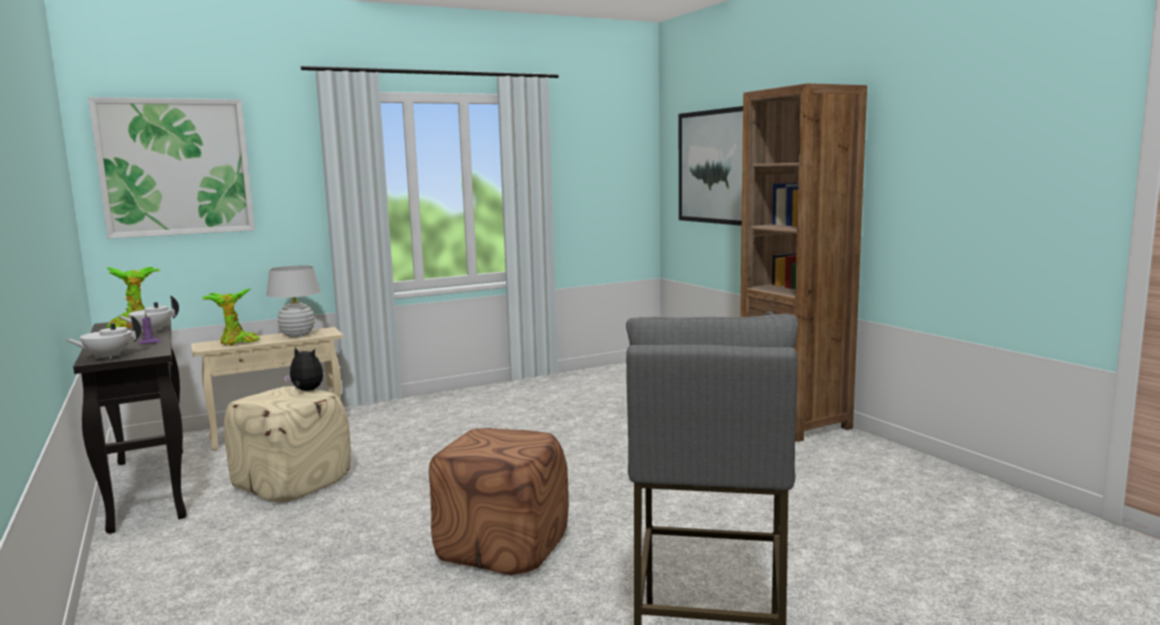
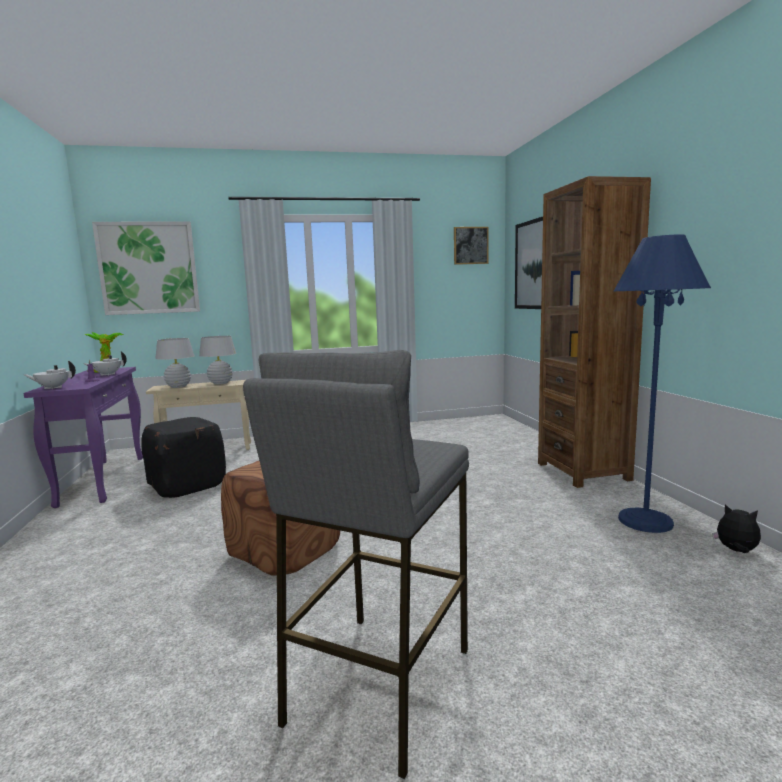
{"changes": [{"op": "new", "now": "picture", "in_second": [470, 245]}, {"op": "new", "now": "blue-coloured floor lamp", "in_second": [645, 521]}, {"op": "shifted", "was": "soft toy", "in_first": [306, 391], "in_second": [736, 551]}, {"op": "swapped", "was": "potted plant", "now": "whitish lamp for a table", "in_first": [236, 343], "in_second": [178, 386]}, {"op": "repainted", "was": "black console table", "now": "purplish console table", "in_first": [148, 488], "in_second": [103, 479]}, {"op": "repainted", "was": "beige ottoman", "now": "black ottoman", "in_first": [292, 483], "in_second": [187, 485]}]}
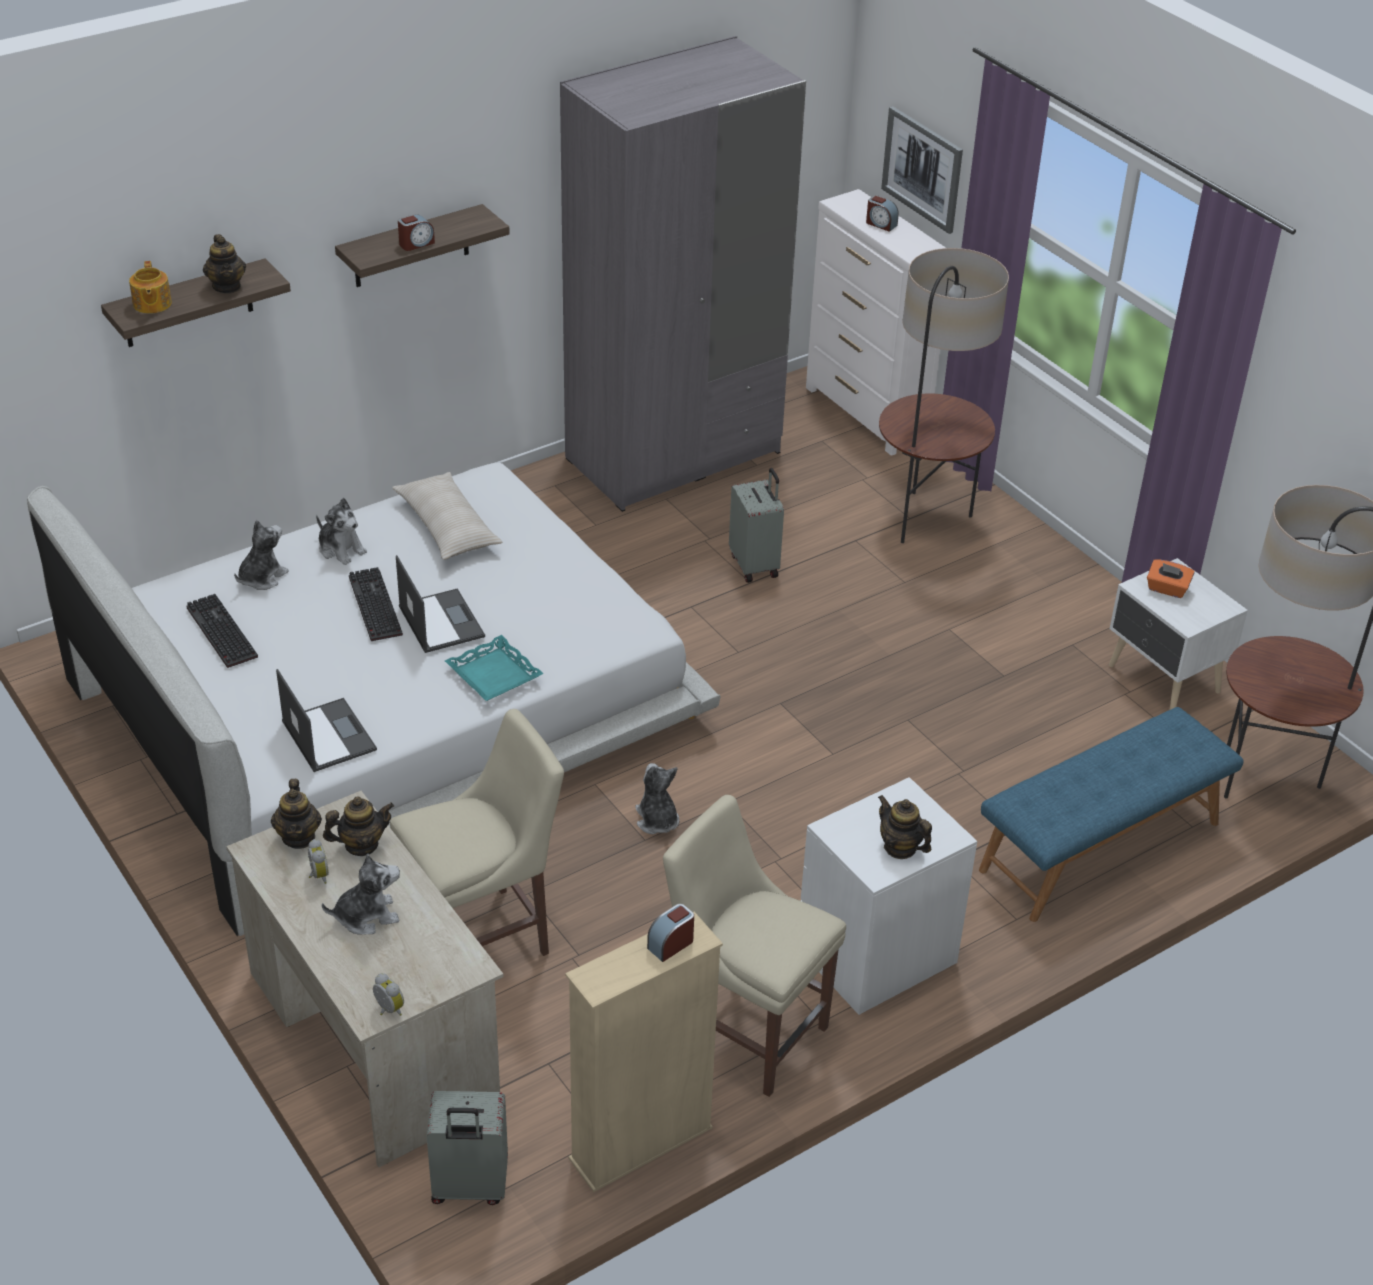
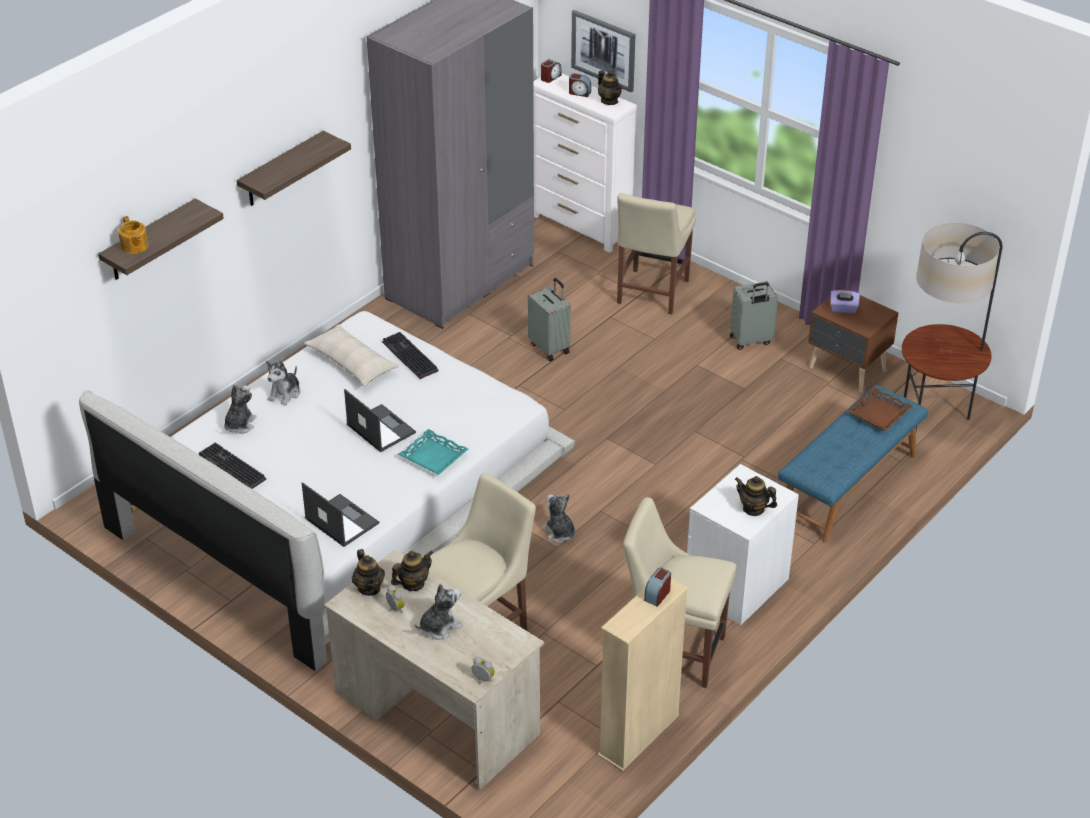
{"changes": [{"op": "new", "now": "brown carrying tray", "in_second": [879, 413]}, {"op": "shifted", "was": "teapot", "in_first": [227, 286], "in_second": [609, 101]}, {"op": "shifted", "was": "keyboard", "in_first": [372, 605], "in_second": [408, 356]}, {"op": "shifted", "was": "alarm clock", "in_first": [416, 244], "in_second": [550, 77]}, {"op": "shifted", "was": "greyish travel case", "in_first": [469, 1187], "in_second": [751, 341]}, {"op": "swapped", "was": "floor lamp", "now": "beige upright chair", "in_first": [924, 520], "in_second": [651, 294]}, {"op": "repainted", "was": "whitish night table", "now": "brown night table", "in_first": [1163, 681], "in_second": [847, 370]}, {"op": "repainted", "was": "orange-coloured box of tissues", "now": "purplish box of tissues", "in_first": [1167, 589], "in_second": [843, 309]}, {"op": "rotated", "was": "soft toy", "in_first": [341, 549], "in_second": [285, 394], "clockwise": 90}]}
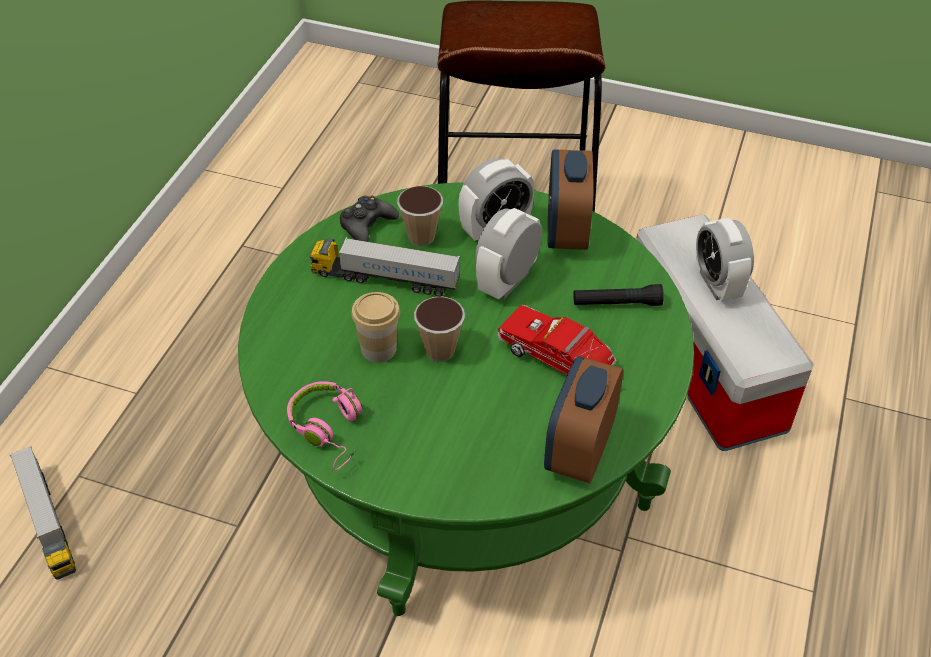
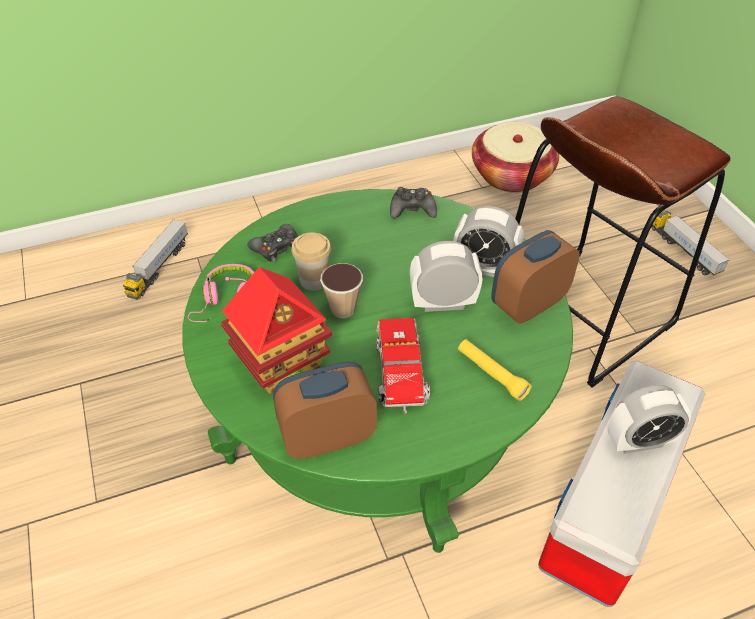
{"changes": [{"op": "gone", "was": "drinking cup", "in_first": [421, 237]}, {"op": "new", "now": "miniature house", "in_second": [281, 362]}, {"op": "new", "now": "black gamepad", "in_second": [276, 248]}, {"op": "new", "now": "basket", "in_second": [511, 175]}, {"op": "shifted", "was": "model truck", "in_first": [385, 279], "in_second": [682, 250]}, {"op": "repainted", "was": "black hand torch", "now": "yellow hand torch", "in_first": [616, 303], "in_second": [491, 374]}, {"op": "rotated", "was": "alarm clock", "in_first": [717, 284], "in_second": [639, 441], "clockwise": -135}]}
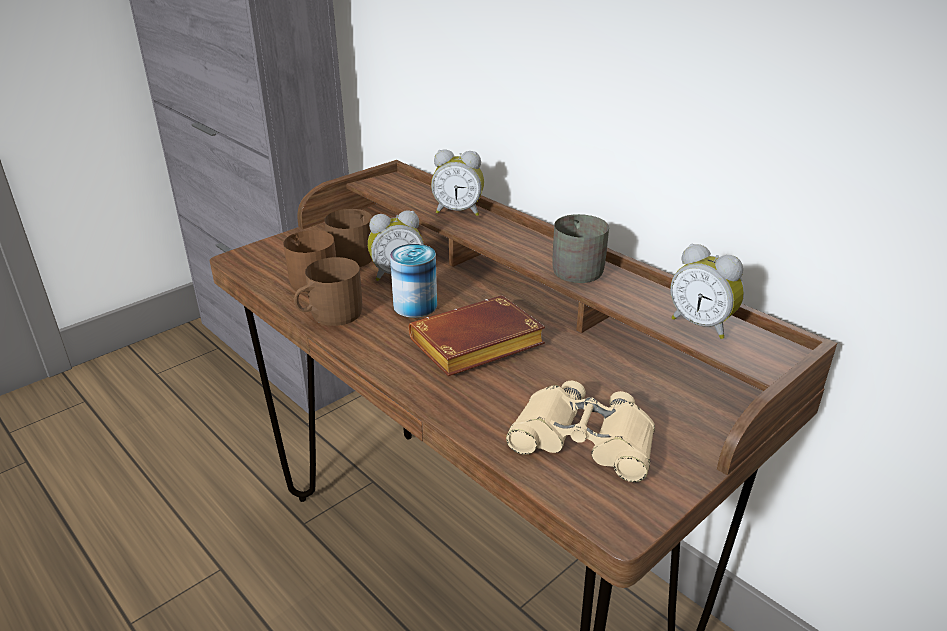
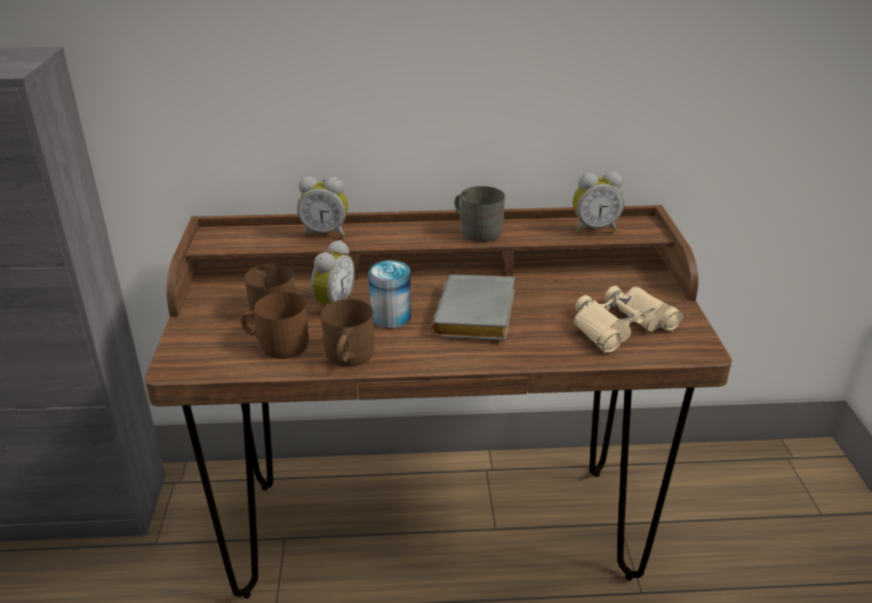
{"changes": [{"op": "repainted", "was": "brown book", "now": "greyish book", "in_first": [475, 347], "in_second": [478, 317]}, {"op": "rotated", "was": "alarm clock", "in_first": [458, 211], "in_second": [325, 233], "clockwise": 45}]}
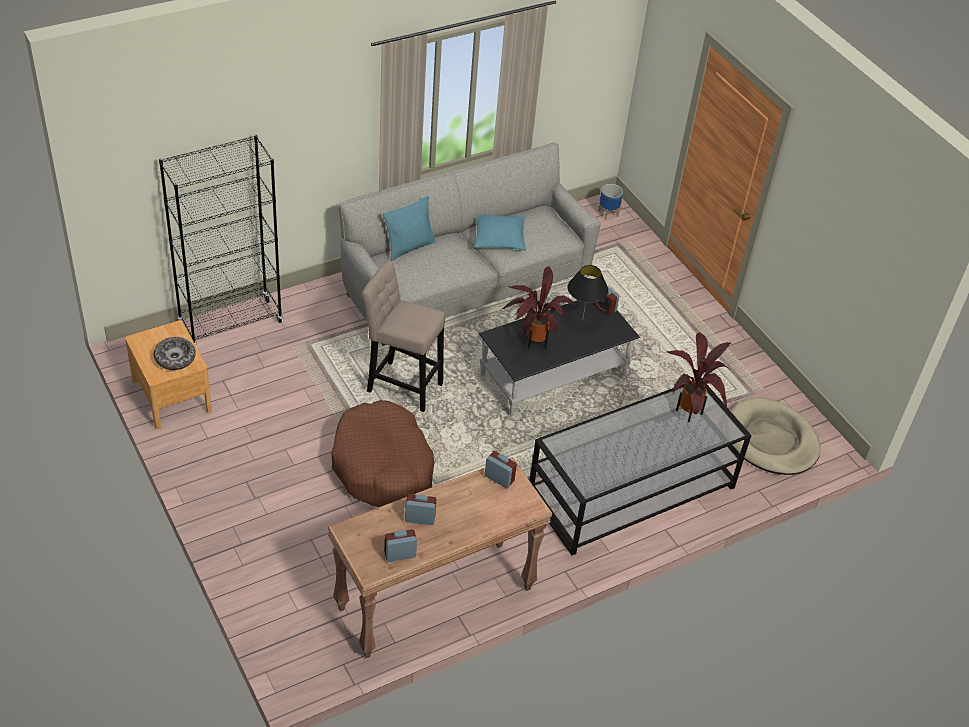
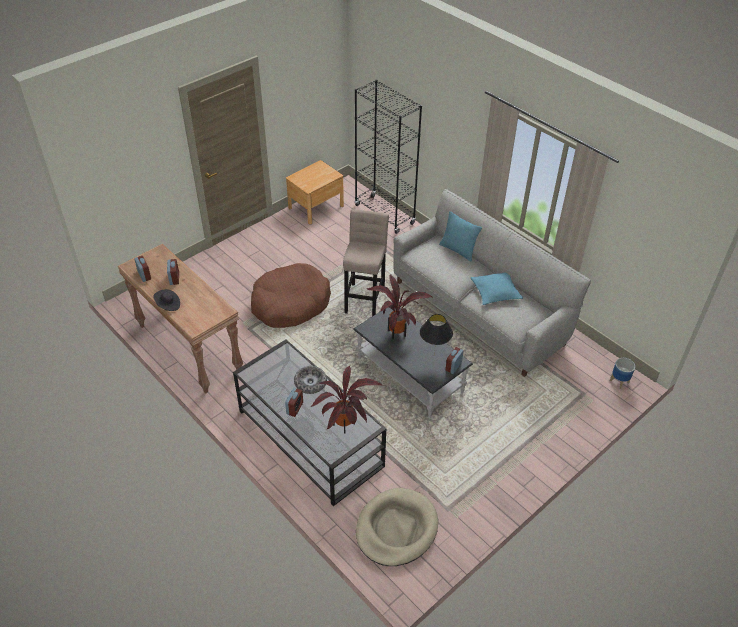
{"changes": [{"op": "new", "now": "black wearable hat", "in_second": [168, 305]}, {"op": "shifted", "was": "serving bowl", "in_first": [175, 358], "in_second": [310, 383]}, {"op": "shifted", "was": "alarm clock", "in_first": [499, 478], "in_second": [294, 408]}]}
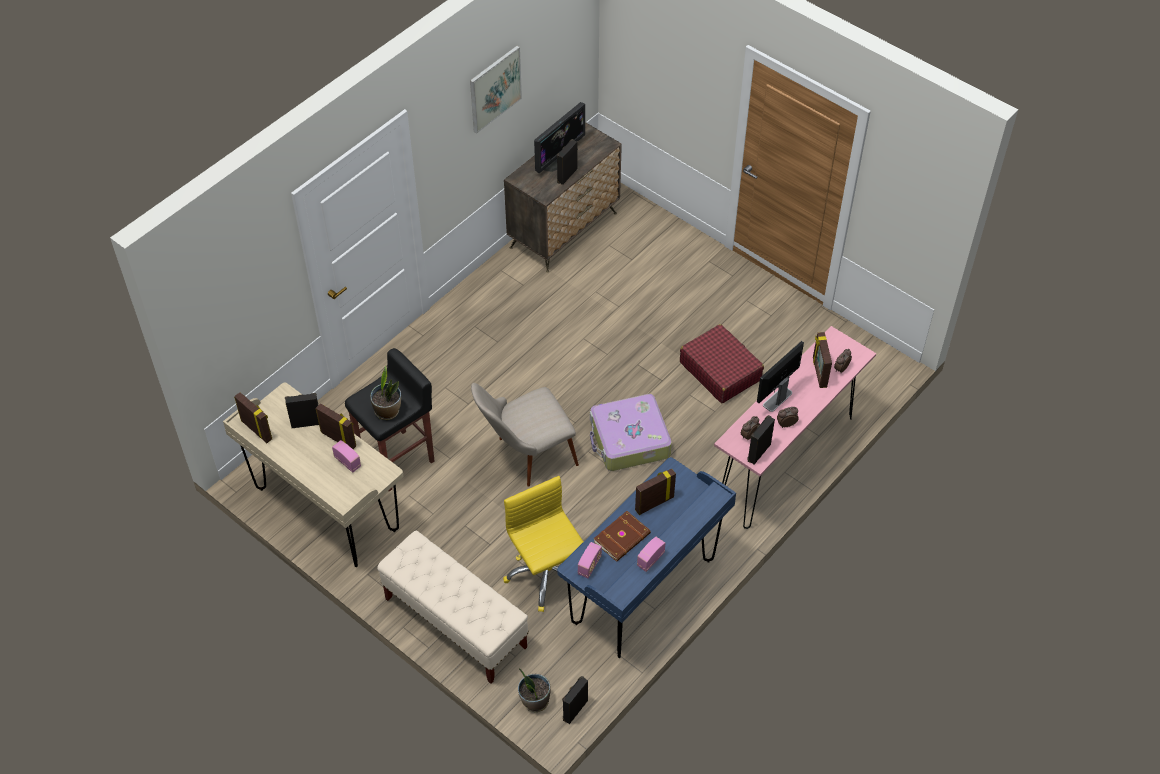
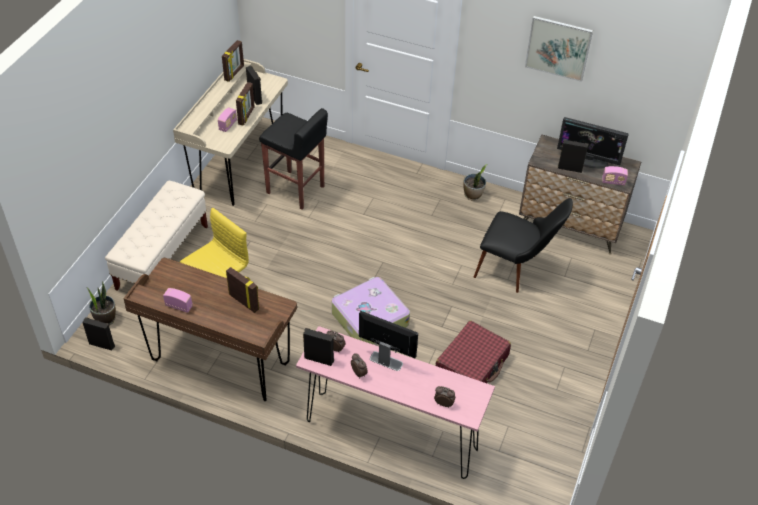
{"changes": [{"op": "gone", "was": "beige upright chair", "in_first": [525, 457]}, {"op": "gone", "was": "brown book", "in_first": [623, 538]}, {"op": "gone", "was": "standing frame", "in_first": [819, 372]}, {"op": "new", "now": "black upright chair", "in_second": [516, 270]}, {"op": "shifted", "was": "potted plant", "in_first": [387, 411], "in_second": [473, 195]}, {"op": "shifted", "was": "radio receiver", "in_first": [589, 565], "in_second": [613, 182]}, {"op": "repainted", "was": "blue-coloured desk table", "now": "brown desk table", "in_first": [644, 593], "in_second": [220, 363]}]}
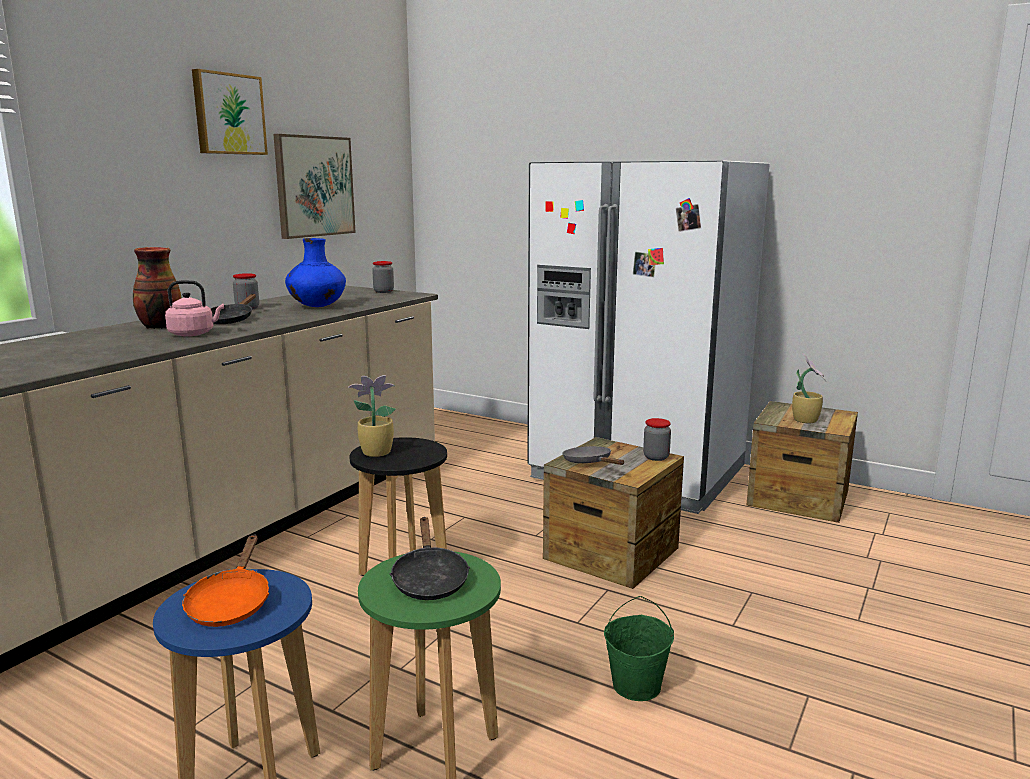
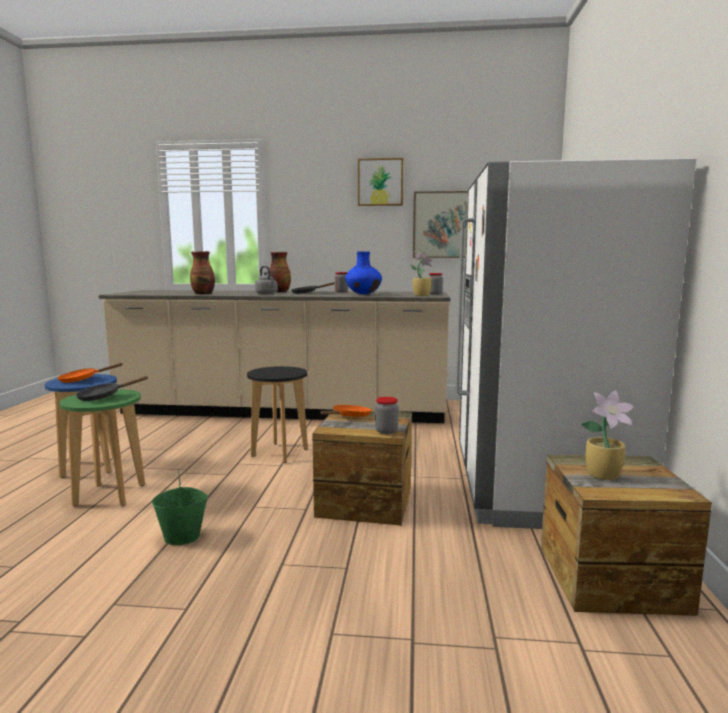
{"changes": [{"op": "new", "now": "vase", "in_second": [203, 294]}, {"op": "shifted", "was": "potted plant", "in_first": [375, 452], "in_second": [421, 295]}, {"op": "repainted", "was": "pink-coloured kettle", "now": "greyish kettle", "in_first": [194, 334], "in_second": [267, 294]}, {"op": "repainted", "was": "greyish pan", "now": "orange-coloured pan", "in_first": [590, 463], "in_second": [349, 417]}]}
